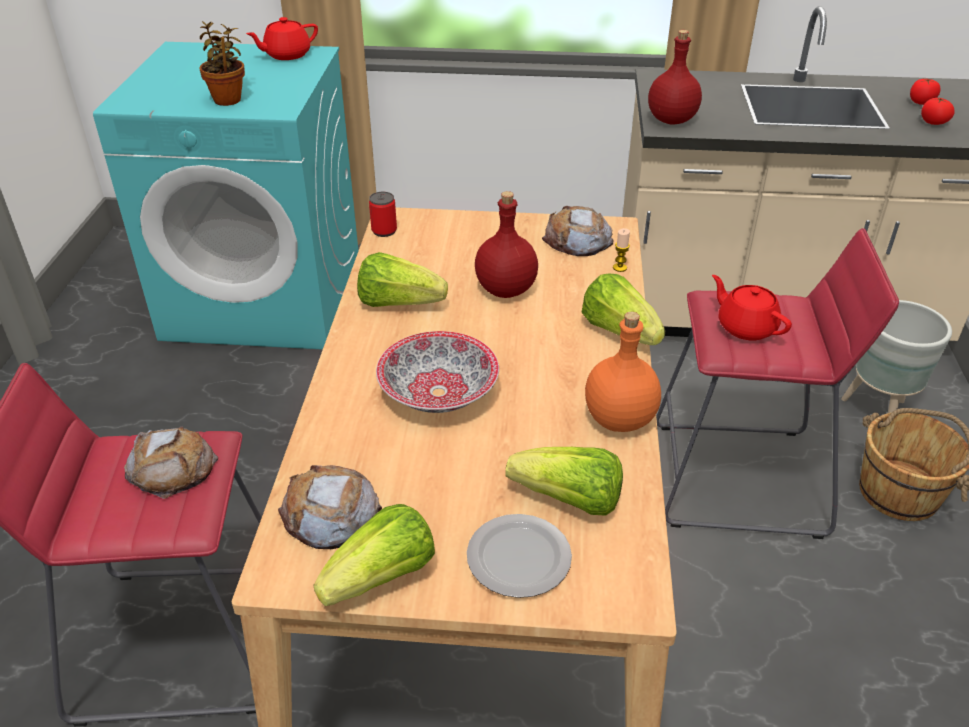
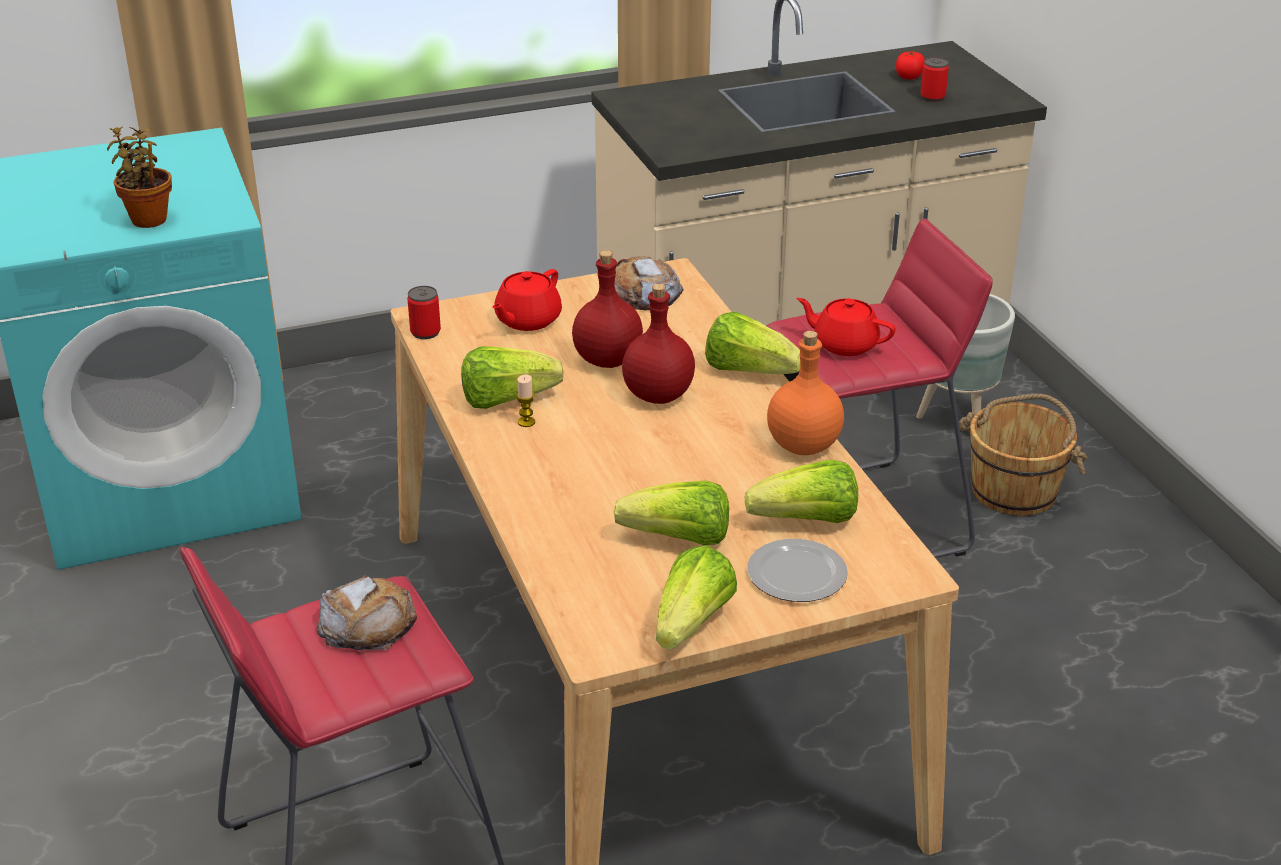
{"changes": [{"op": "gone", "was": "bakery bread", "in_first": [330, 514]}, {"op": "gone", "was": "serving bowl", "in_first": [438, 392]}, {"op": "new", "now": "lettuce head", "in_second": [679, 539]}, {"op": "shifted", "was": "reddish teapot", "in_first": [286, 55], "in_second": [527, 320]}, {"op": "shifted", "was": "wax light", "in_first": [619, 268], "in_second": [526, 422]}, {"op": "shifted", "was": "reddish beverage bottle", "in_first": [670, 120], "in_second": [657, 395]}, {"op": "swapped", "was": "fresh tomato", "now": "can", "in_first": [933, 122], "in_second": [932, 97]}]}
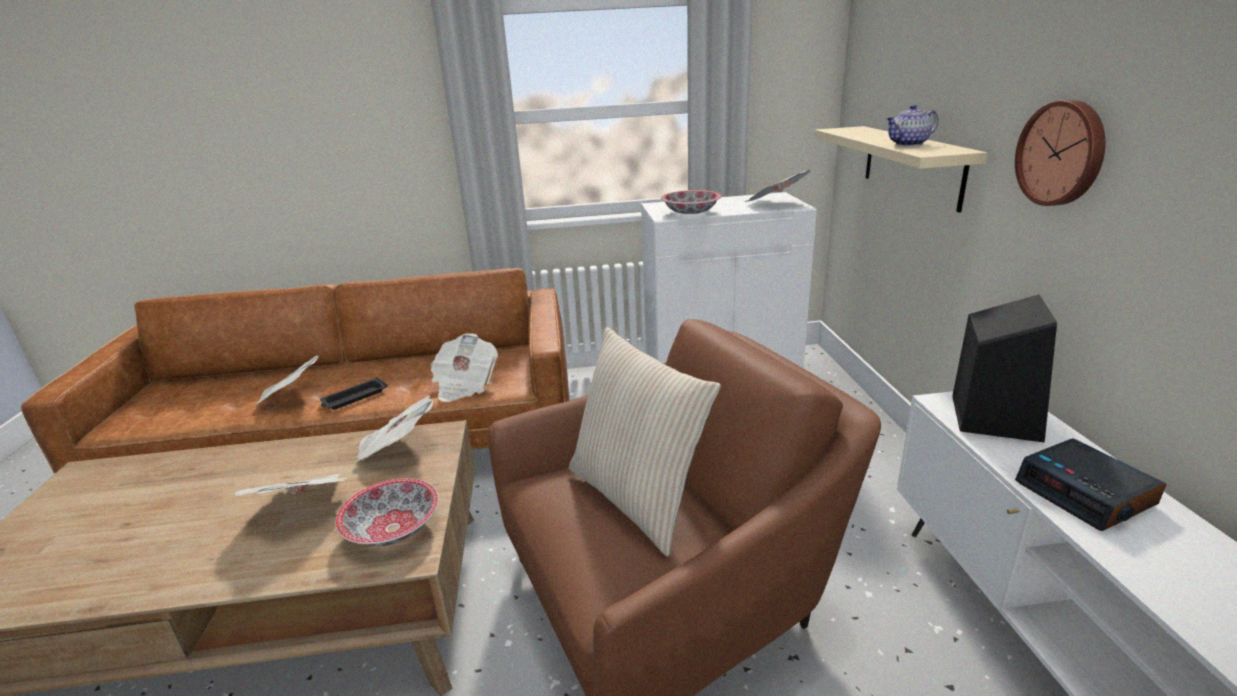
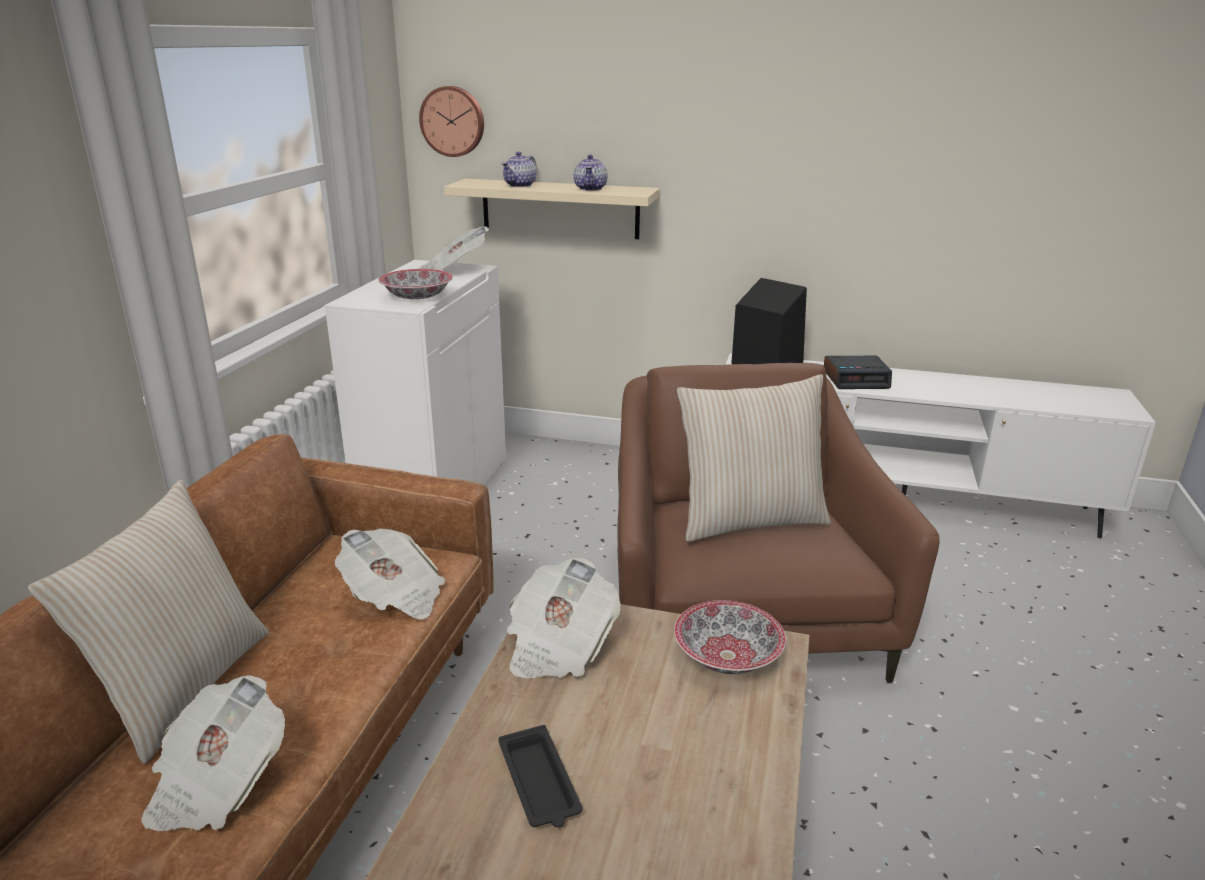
{"changes": [{"op": "gone", "was": "printed paper", "in_first": [305, 505]}, {"op": "new", "now": "beige cushion", "in_second": [183, 687]}, {"op": "new", "now": "teapot", "in_second": [520, 185]}, {"op": "shifted", "was": "black carrying tray", "in_first": [354, 398], "in_second": [539, 783]}, {"op": "shifted", "was": "hanging clock", "in_first": [1062, 153], "in_second": [453, 121]}]}
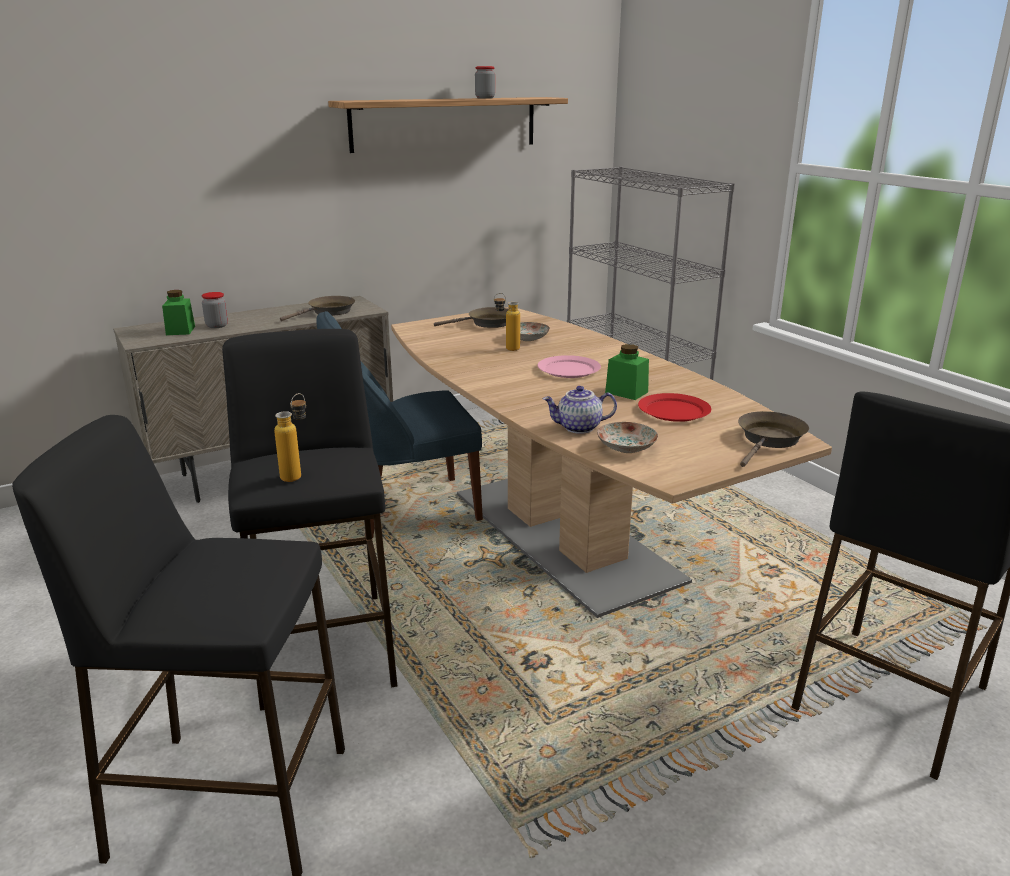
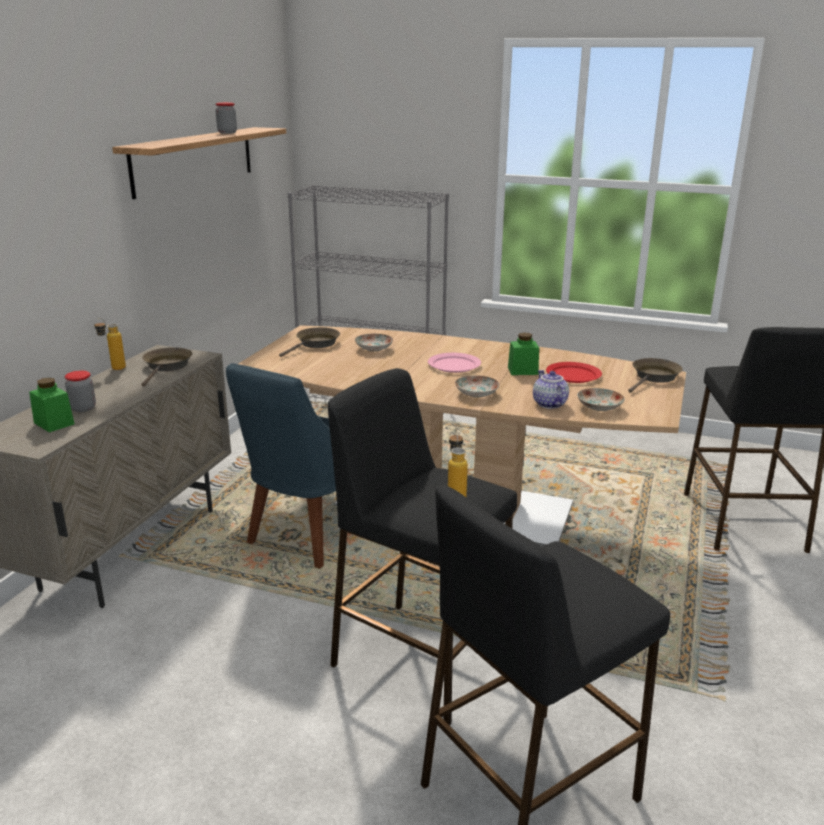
{"changes": [{"op": "new", "now": "flat dish", "in_second": [477, 394]}, {"op": "shifted", "was": "beverage bottle", "in_first": [507, 349], "in_second": [113, 369]}, {"op": "rotated", "was": "teapot", "in_first": [578, 428], "in_second": [548, 404], "clockwise": 120}, {"op": "rotated", "was": "brown pan", "in_first": [769, 440], "in_second": [654, 377], "clockwise": 45}]}
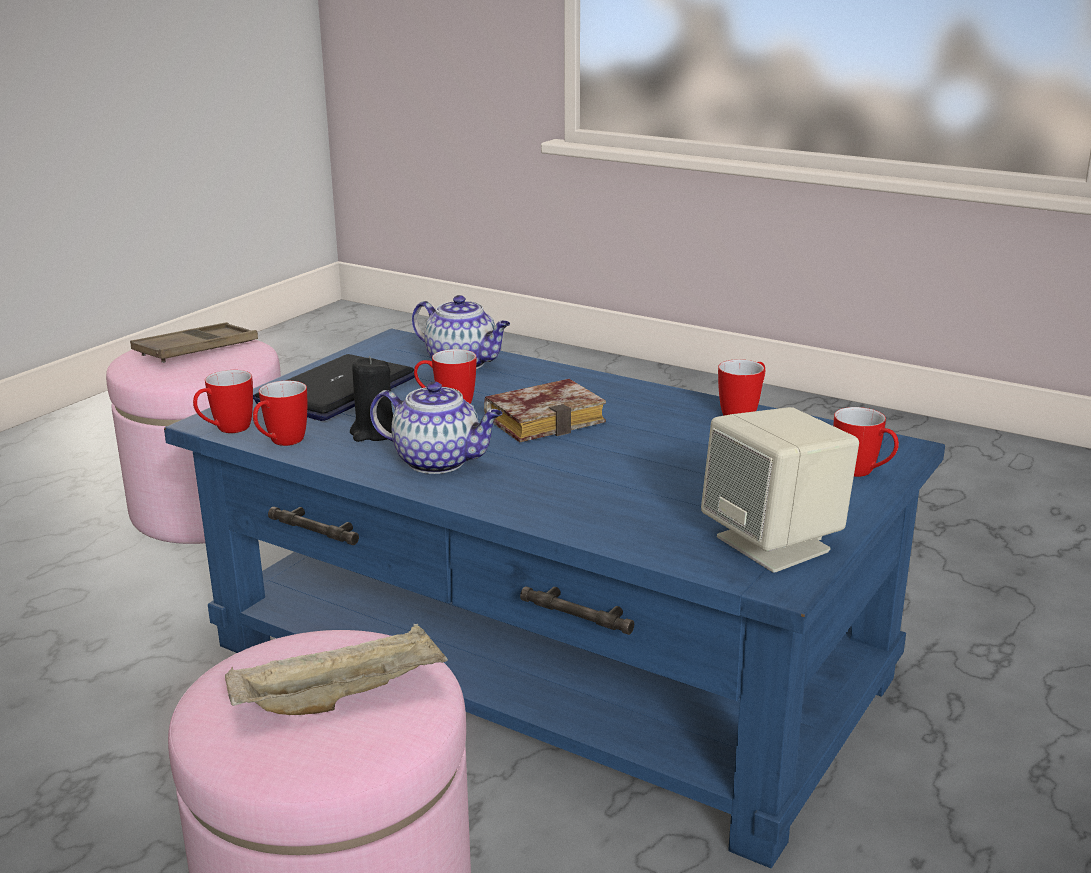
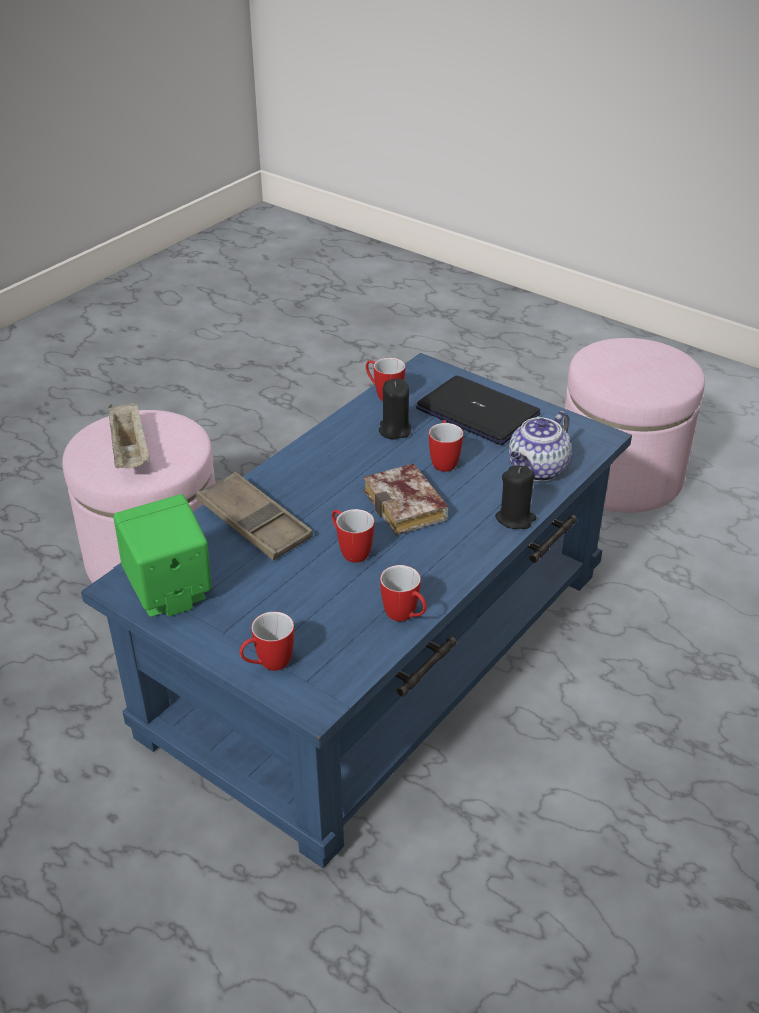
{"changes": [{"op": "gone", "was": "teapot", "in_first": [439, 462]}, {"op": "new", "now": "black wax light", "in_second": [515, 518]}, {"op": "shifted", "was": "brown carrying tray", "in_first": [196, 350], "in_second": [254, 523]}, {"op": "shifted", "was": "mug", "in_first": [226, 430], "in_second": [350, 551]}, {"op": "repainted", "was": "beige audio speaker", "now": "green-coloured audio speaker", "in_first": [775, 544], "in_second": [169, 593]}]}
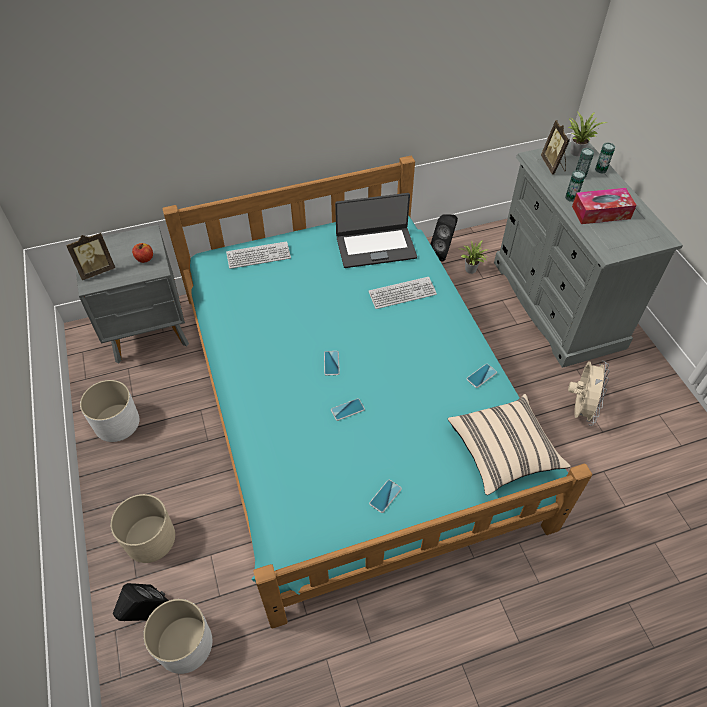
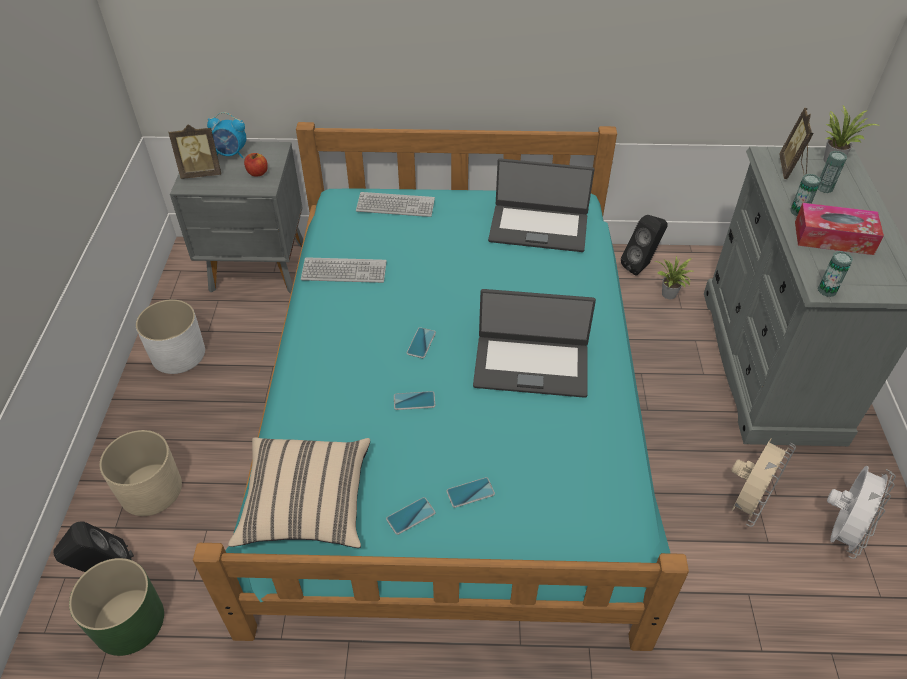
{"changes": [{"op": "new", "now": "alarm clock", "in_second": [231, 154]}, {"op": "new", "now": "laptop", "in_second": [531, 365]}, {"op": "new", "now": "whitish electric fan", "in_second": [840, 531]}, {"op": "shifted", "was": "keyboard", "in_first": [402, 293], "in_second": [344, 271]}, {"op": "shifted", "was": "beige cushion", "in_first": [503, 451], "in_second": [306, 504]}, {"op": "shifted", "was": "telephone", "in_first": [481, 376], "in_second": [470, 493]}, {"op": "shifted", "was": "can", "in_first": [600, 169], "in_second": [827, 290]}, {"op": "repainted", "was": "whitish plant pot", "now": "green-coloured plant pot", "in_first": [184, 645], "in_second": [128, 622]}]}
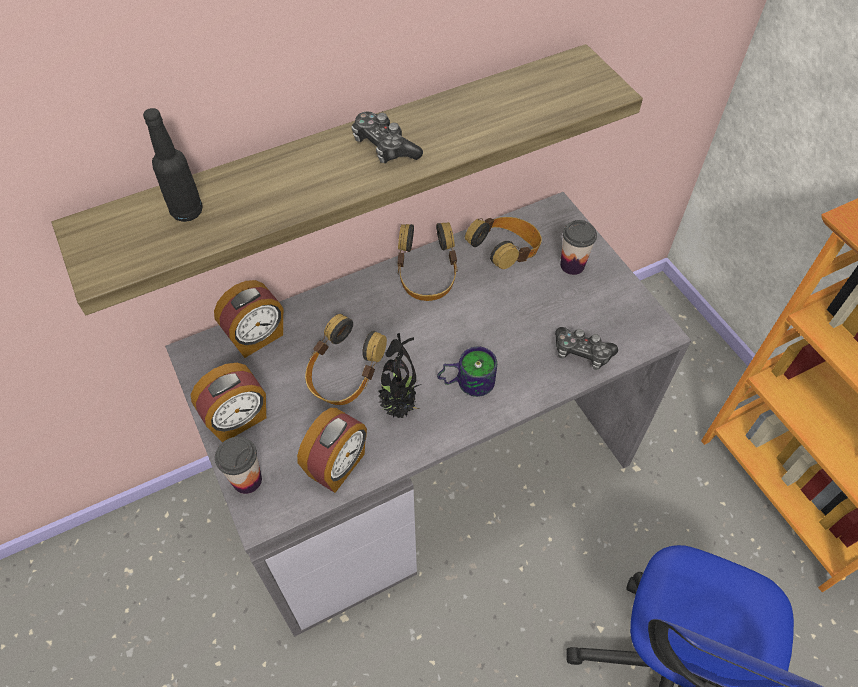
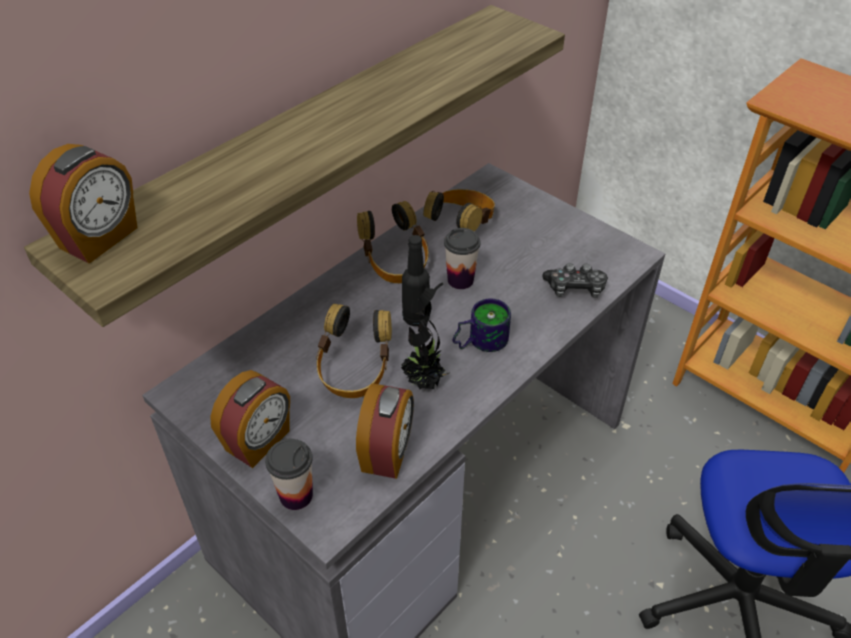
{"changes": [{"op": "gone", "was": "gamepad", "in_first": [384, 147]}, {"op": "shifted", "was": "black beverage bottle", "in_first": [187, 211], "in_second": [416, 318]}, {"op": "shifted", "was": "alarm clock", "in_first": [257, 337], "in_second": [100, 238]}, {"op": "shifted", "was": "drinking cup", "in_first": [572, 265], "in_second": [460, 280]}]}
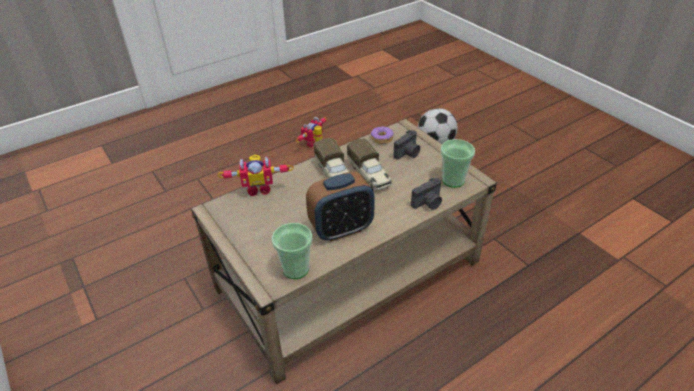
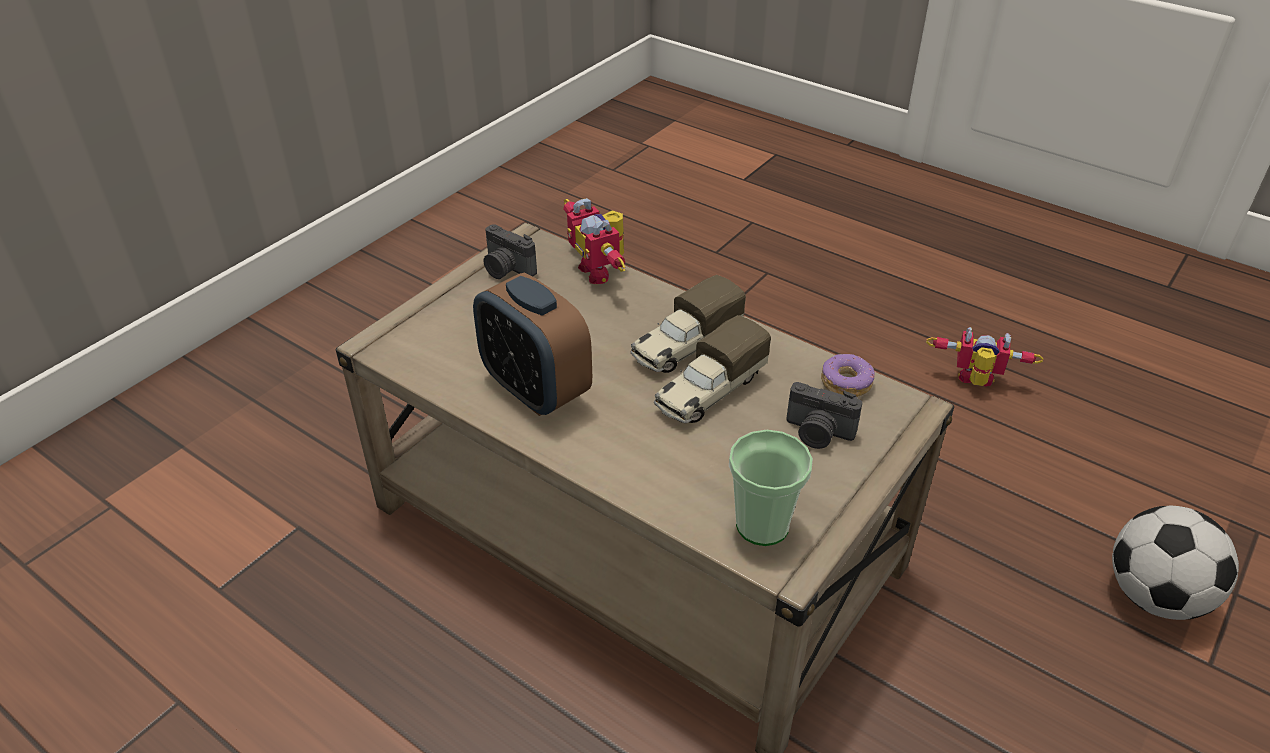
{"changes": [{"op": "gone", "was": "drinking cup", "in_first": [295, 269]}, {"op": "shifted", "was": "photo camera", "in_first": [428, 203], "in_second": [506, 269]}]}
